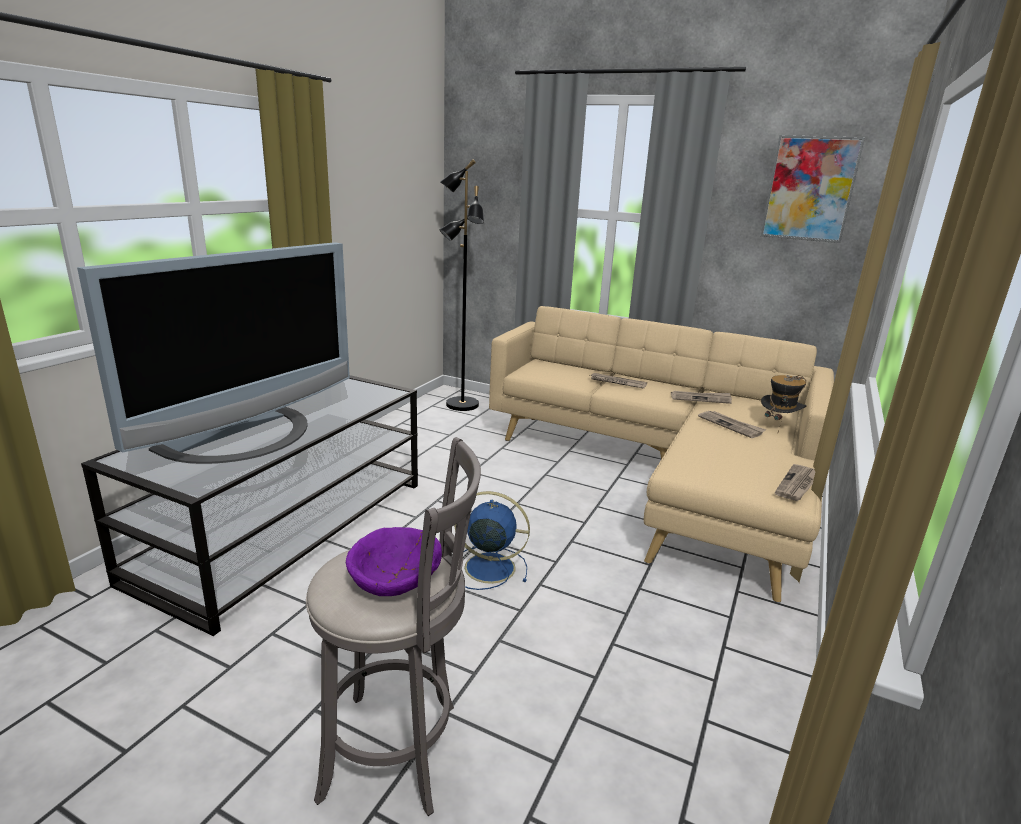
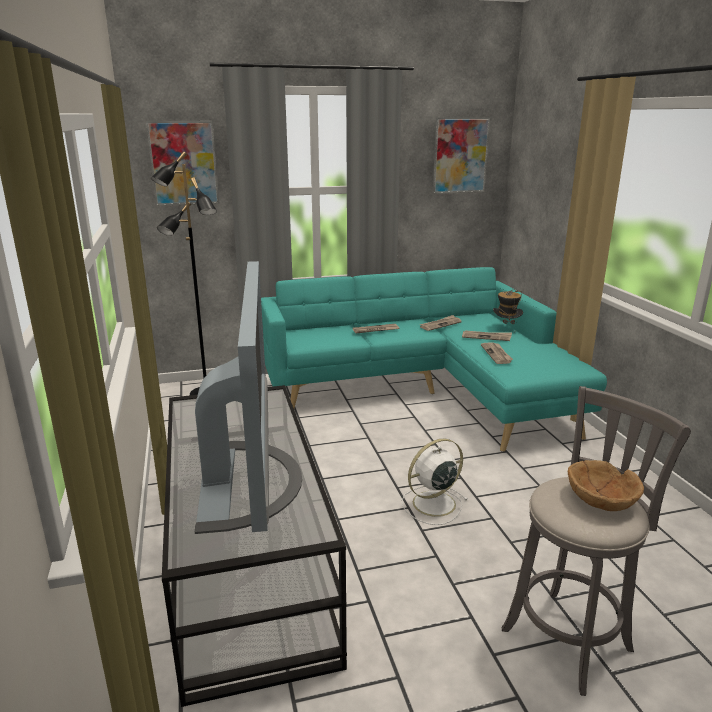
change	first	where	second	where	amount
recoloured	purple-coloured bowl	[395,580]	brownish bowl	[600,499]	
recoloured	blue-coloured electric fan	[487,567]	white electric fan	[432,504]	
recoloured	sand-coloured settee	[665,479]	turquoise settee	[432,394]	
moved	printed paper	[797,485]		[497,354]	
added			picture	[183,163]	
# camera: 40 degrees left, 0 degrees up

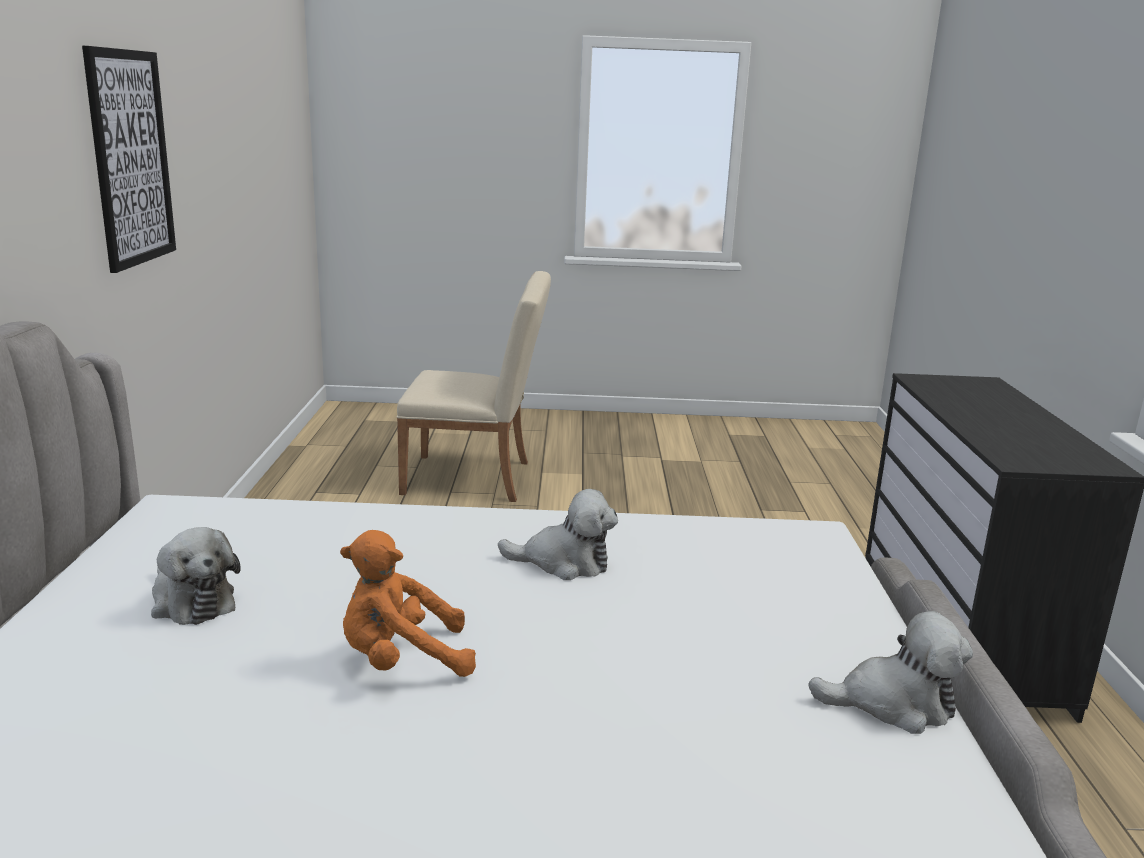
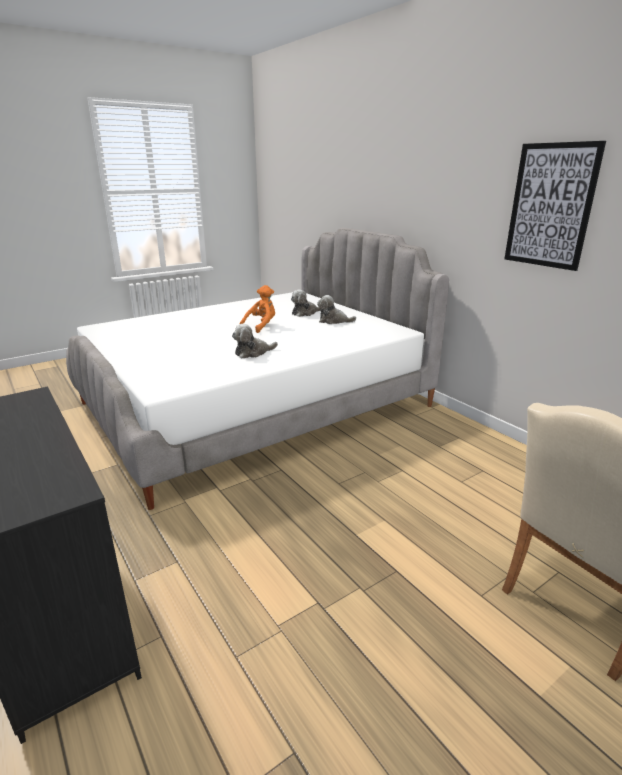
change	first	where	second	where	amount
moved	plush toy	[893,704]		[305,313]	
# camera: 145 degrees right, 5 degrees up

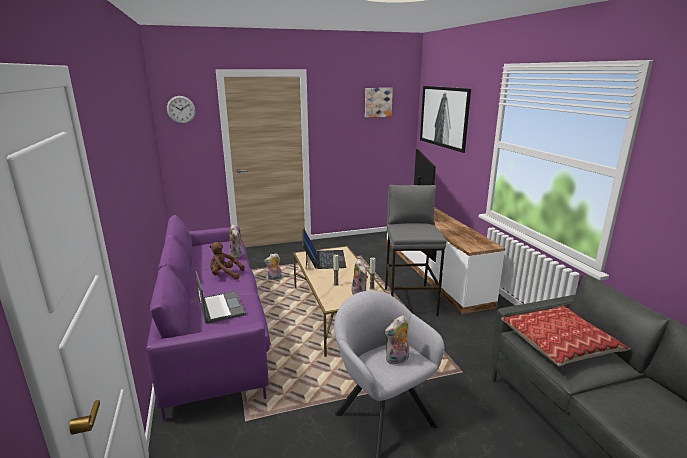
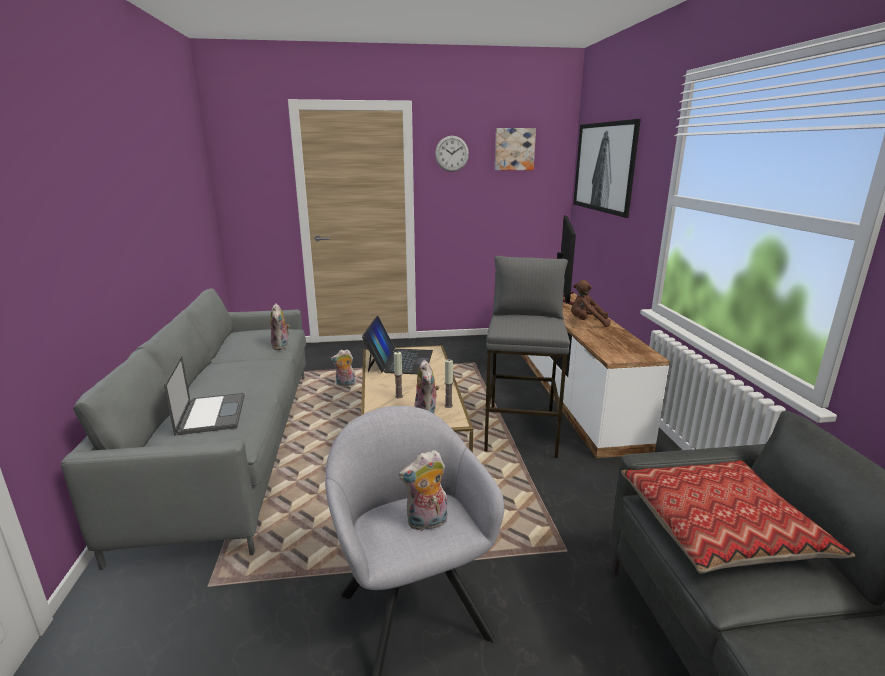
change	first	where	second	where	amount
recoloured	purple-coloured settee	[215,330]	grey settee	[235,446]	
moved	clock on the wall	[181,109]		[451,153]	
moved	brownish plush toy	[225,275]		[587,323]	
# camera: 10 degrees right, 0 degrees up

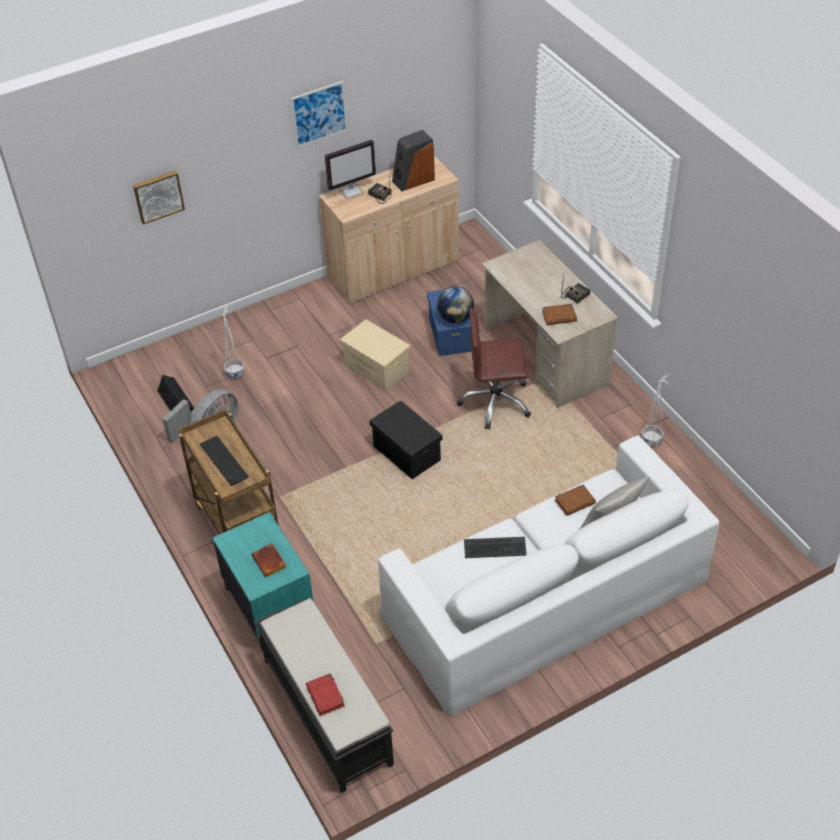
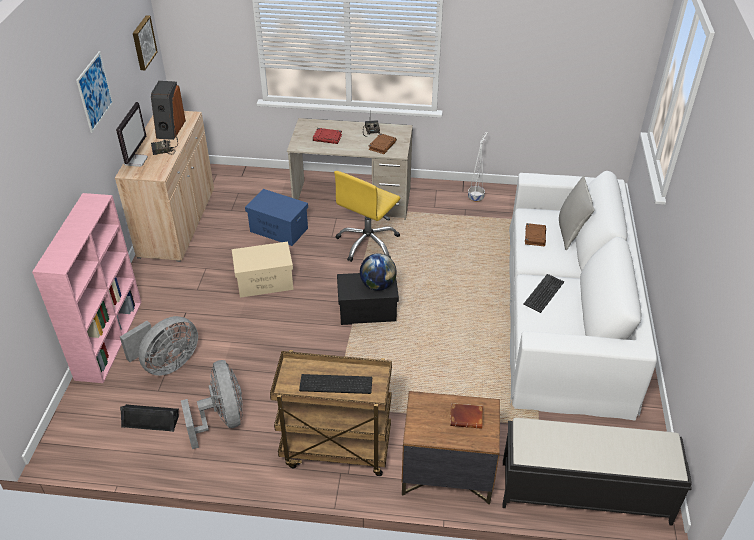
change	first	where	second	where	amount
moved	picture	[158,196]		[143,42]	
recoloured	turquoise night table	[269,607]	brownish night table	[446,474]	
replaced	white plant pot	[235,373]	grey electric fan	[167,364]	
moved	reddish bound book	[326,696]		[327,138]	
moved	globe	[455,318]		[378,285]	
recoloured	brownish office chair	[495,402]	yellowish office chair	[368,243]	
added			pink-coloured bookcase	[109,338]	
# camera: 55 degrees left, 5 degrees down

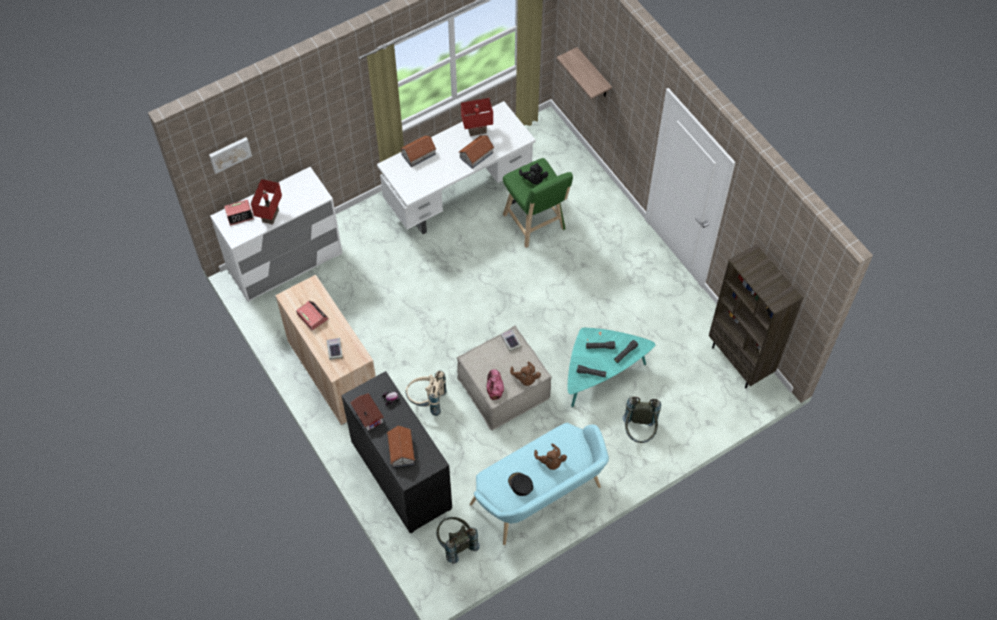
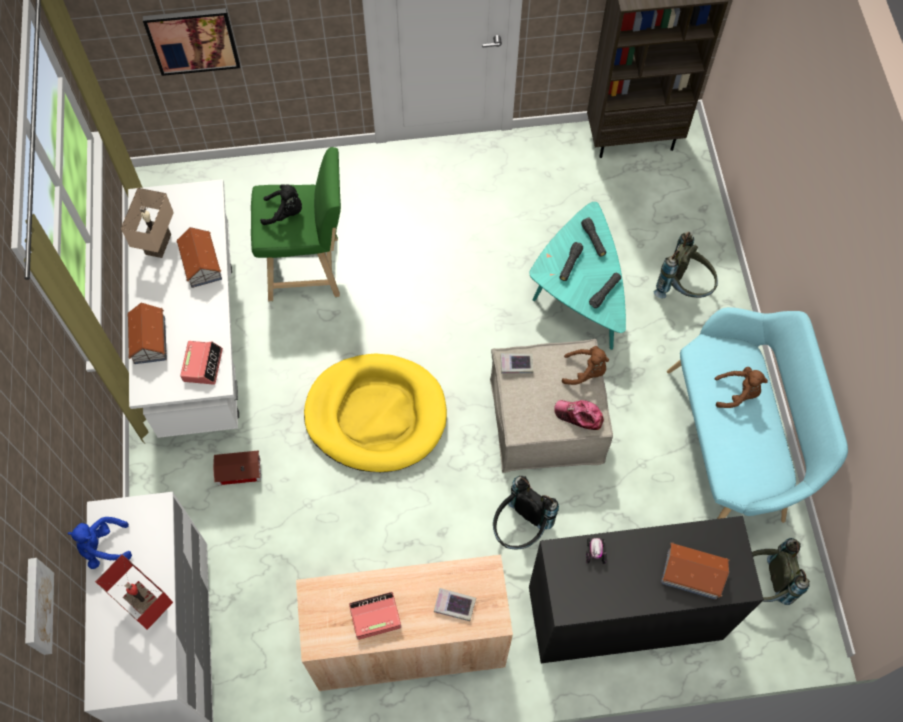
change	first	where	second	where	amount
moved	bedside clock	[239,214]		[202,365]	
moved	miniature house	[368,413]		[237,470]	
recoloured	sand-coloured knapsack	[426,401]	black knapsack	[520,529]	
recoloured	reddish table lamp	[477,131]	sand-coloured table lamp	[159,245]	
removed	black peaked cap	[520,485]			
replaced	bracket shelf	[593,74]	picture	[192,40]	
added			blue-coloured plush toy	[104,547]	
added			yellowish dog bed	[376,415]	
# camera: 65 degrees left, 5 degrees up

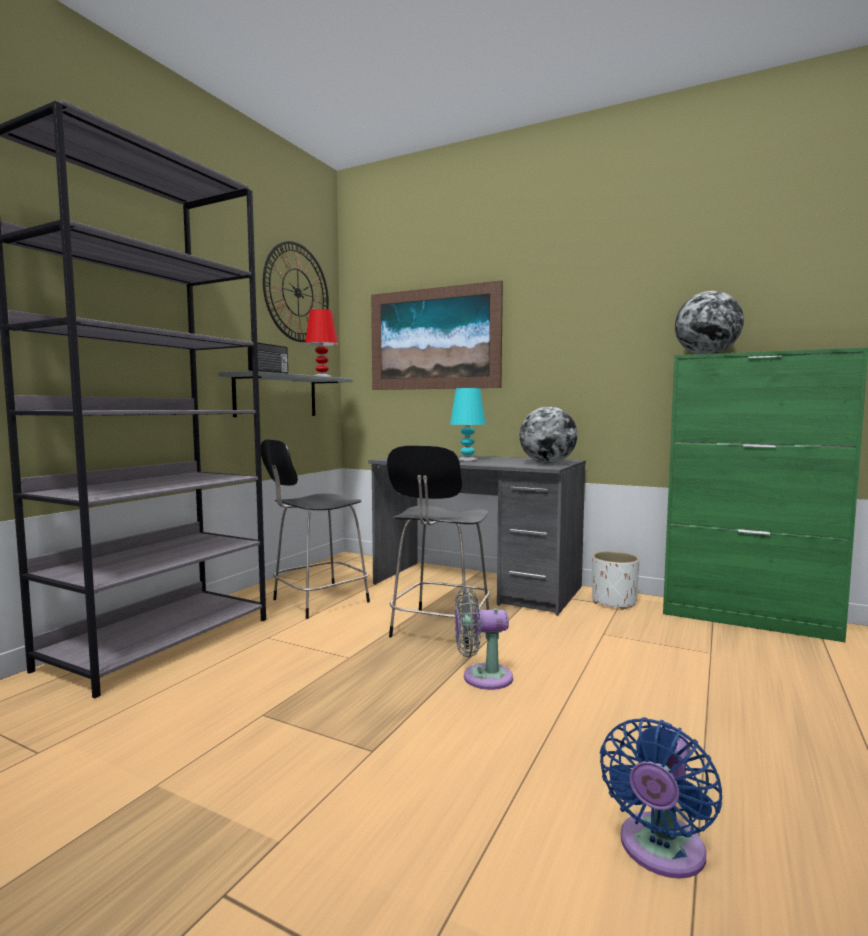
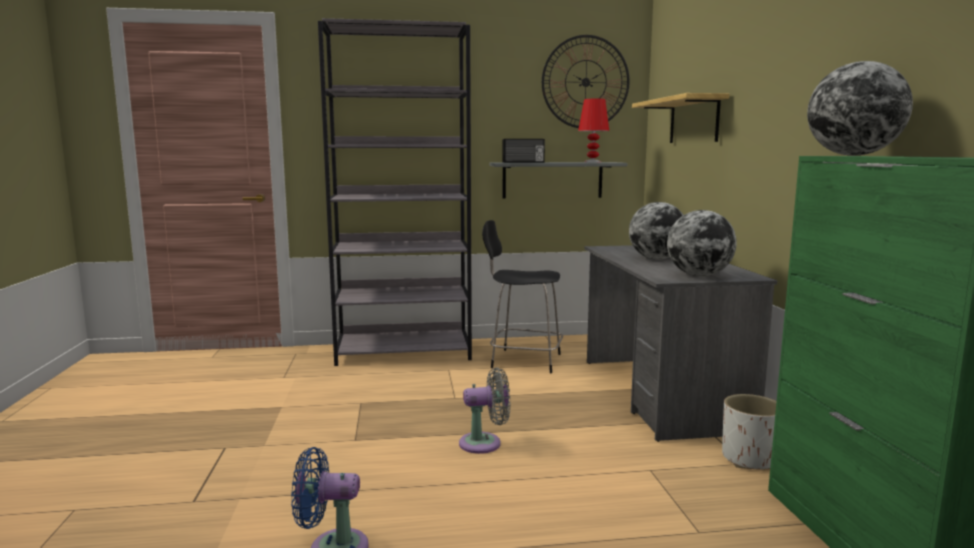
change	first	where	second	where	amount
replaced	picture	[434,339]	bracket shelf	[694,120]	
removed	black chair	[440,629]			
replaced	turquoise table lamp	[467,460]	globe	[656,259]	
turned	grey electric fan	[482,677]		[485,443]	120 degrees clockwise
# camera: 55 degrees right, 5 degrees up

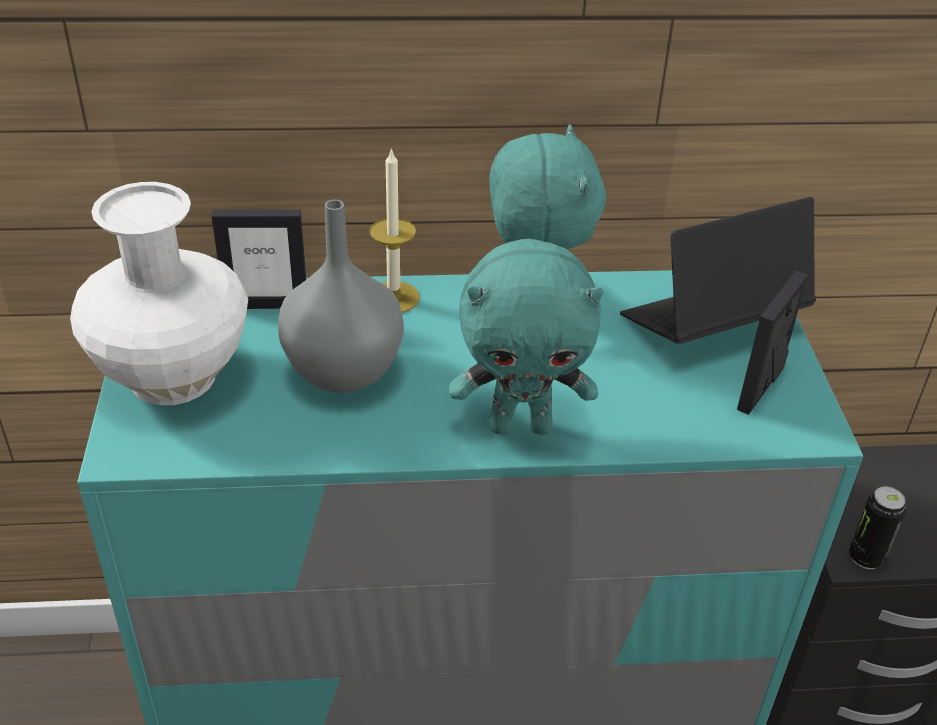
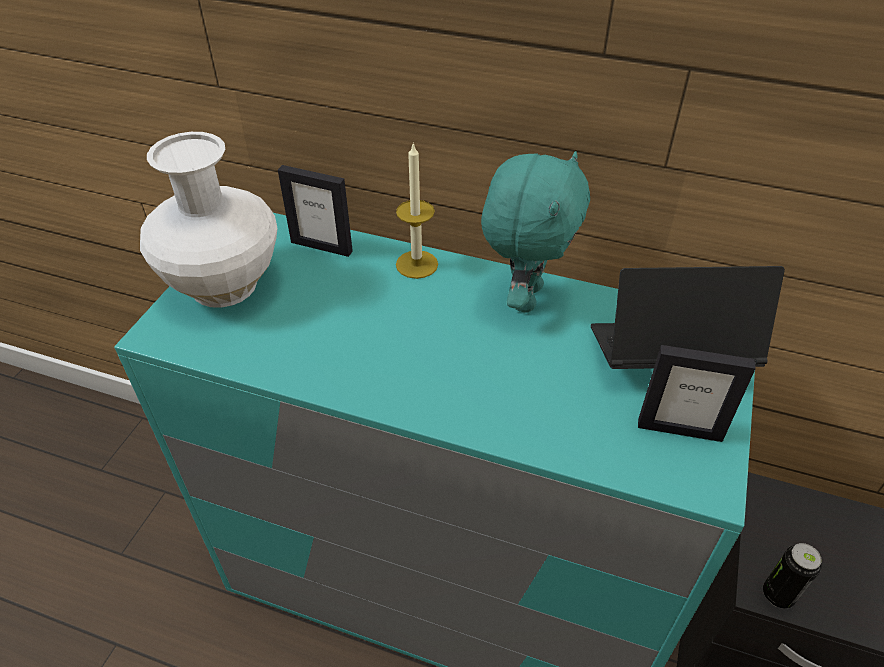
change	first	where	second	where	amount
removed	grey decorative vase	[342,370]			
removed	turquoise plush toy	[521,425]			
turned	standing frame	[761,388]		[679,429]	135 degrees counterclockwise
# camera: 25 degrees right, 5 degrees up

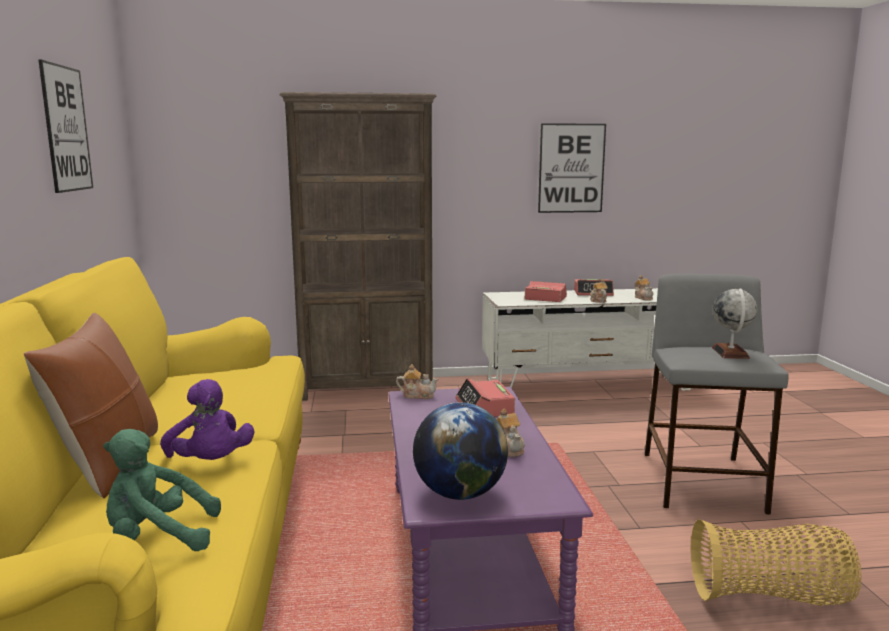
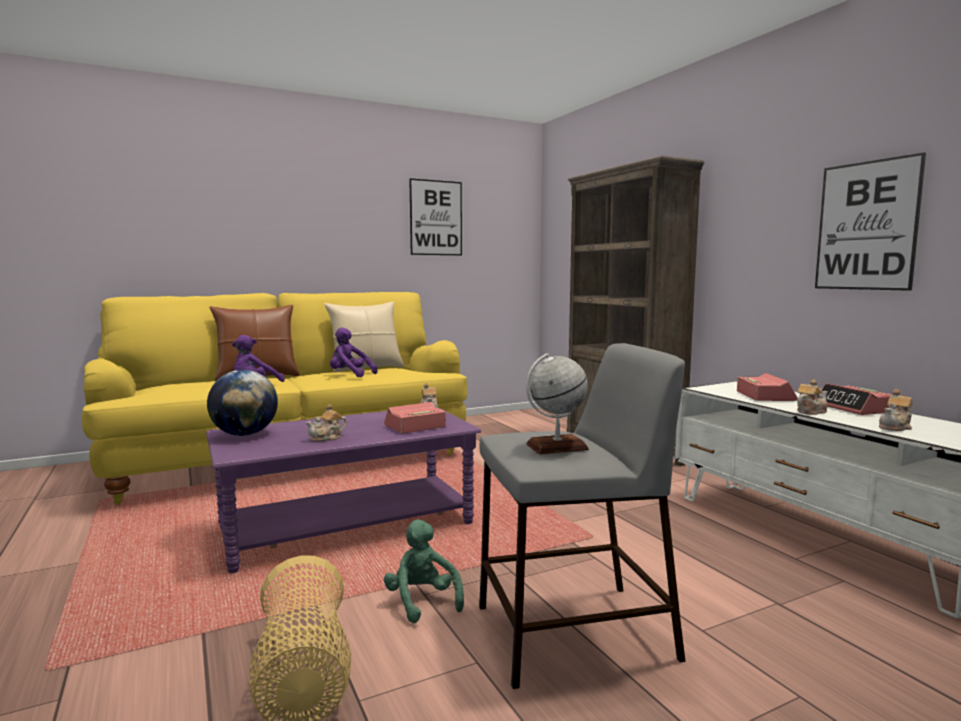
change	first	where	second	where	amount
moved	green-coloured plush toy	[158,538]		[422,601]	
added			sand-coloured throw pillow	[366,368]	
added			purple-coloured plush toy	[350,375]	
# camera: 70 degrees right, 5 degrees down

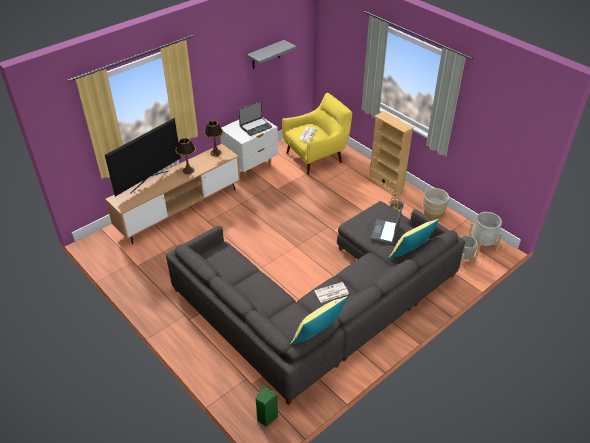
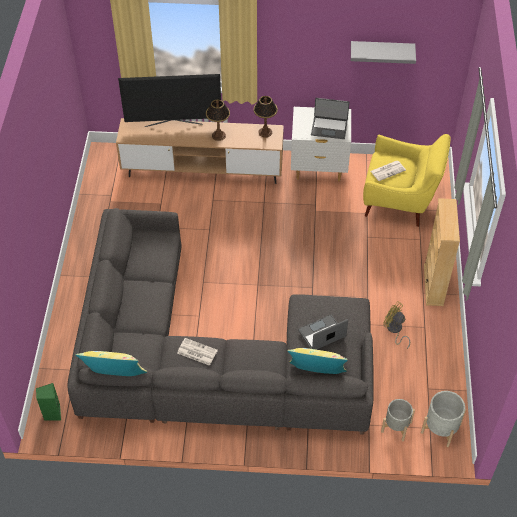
change	first	where	second	where	amount
removed	sand-coloured plant pot	[433,213]			
# camera: 45 degrees right, 10 degrees up

